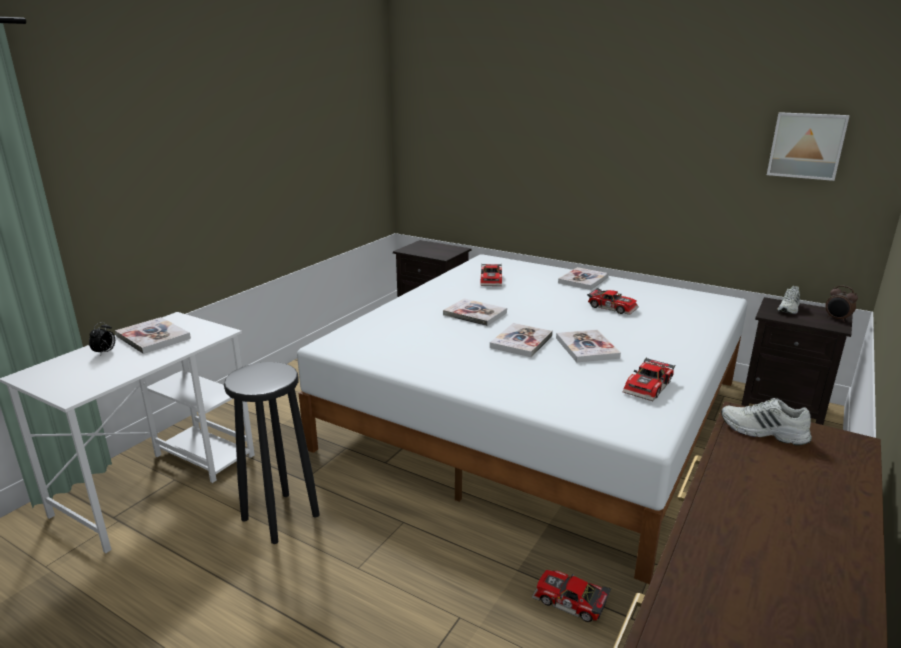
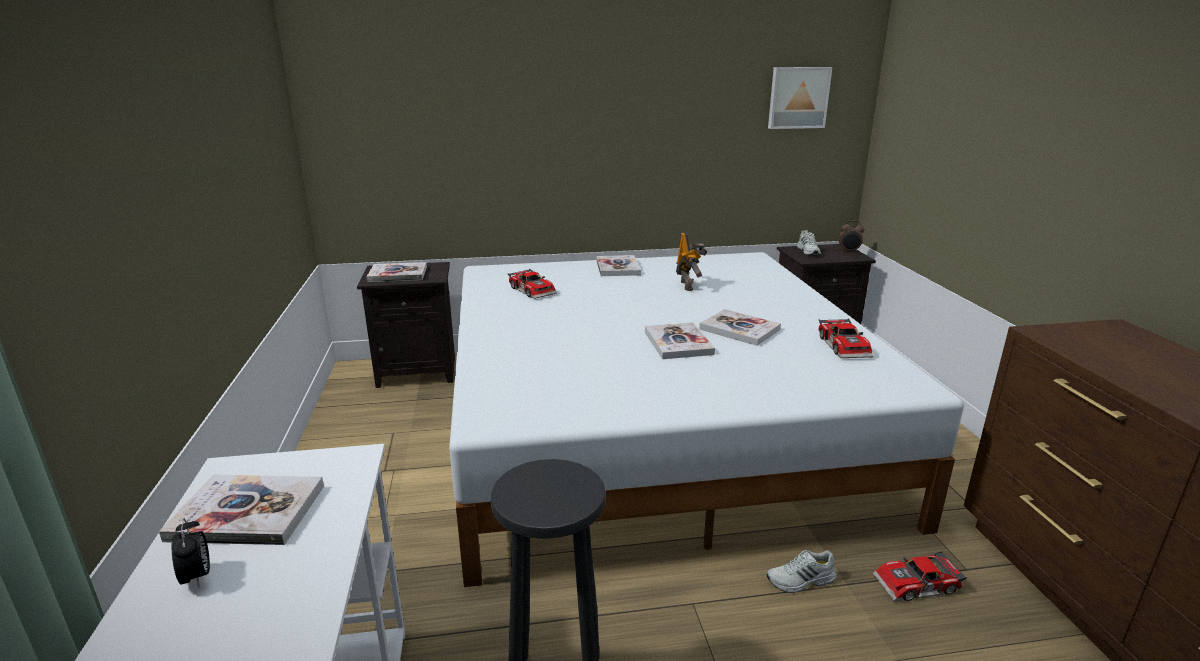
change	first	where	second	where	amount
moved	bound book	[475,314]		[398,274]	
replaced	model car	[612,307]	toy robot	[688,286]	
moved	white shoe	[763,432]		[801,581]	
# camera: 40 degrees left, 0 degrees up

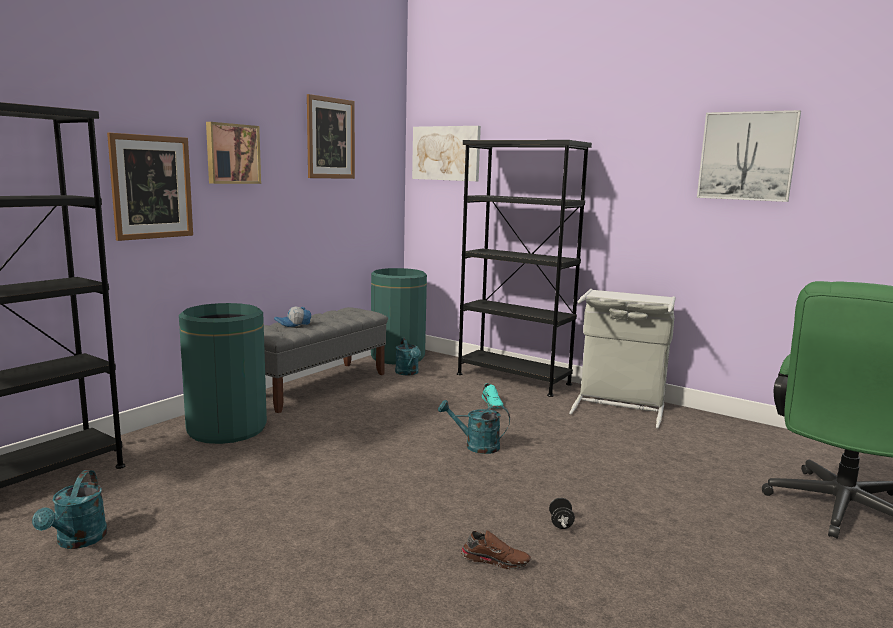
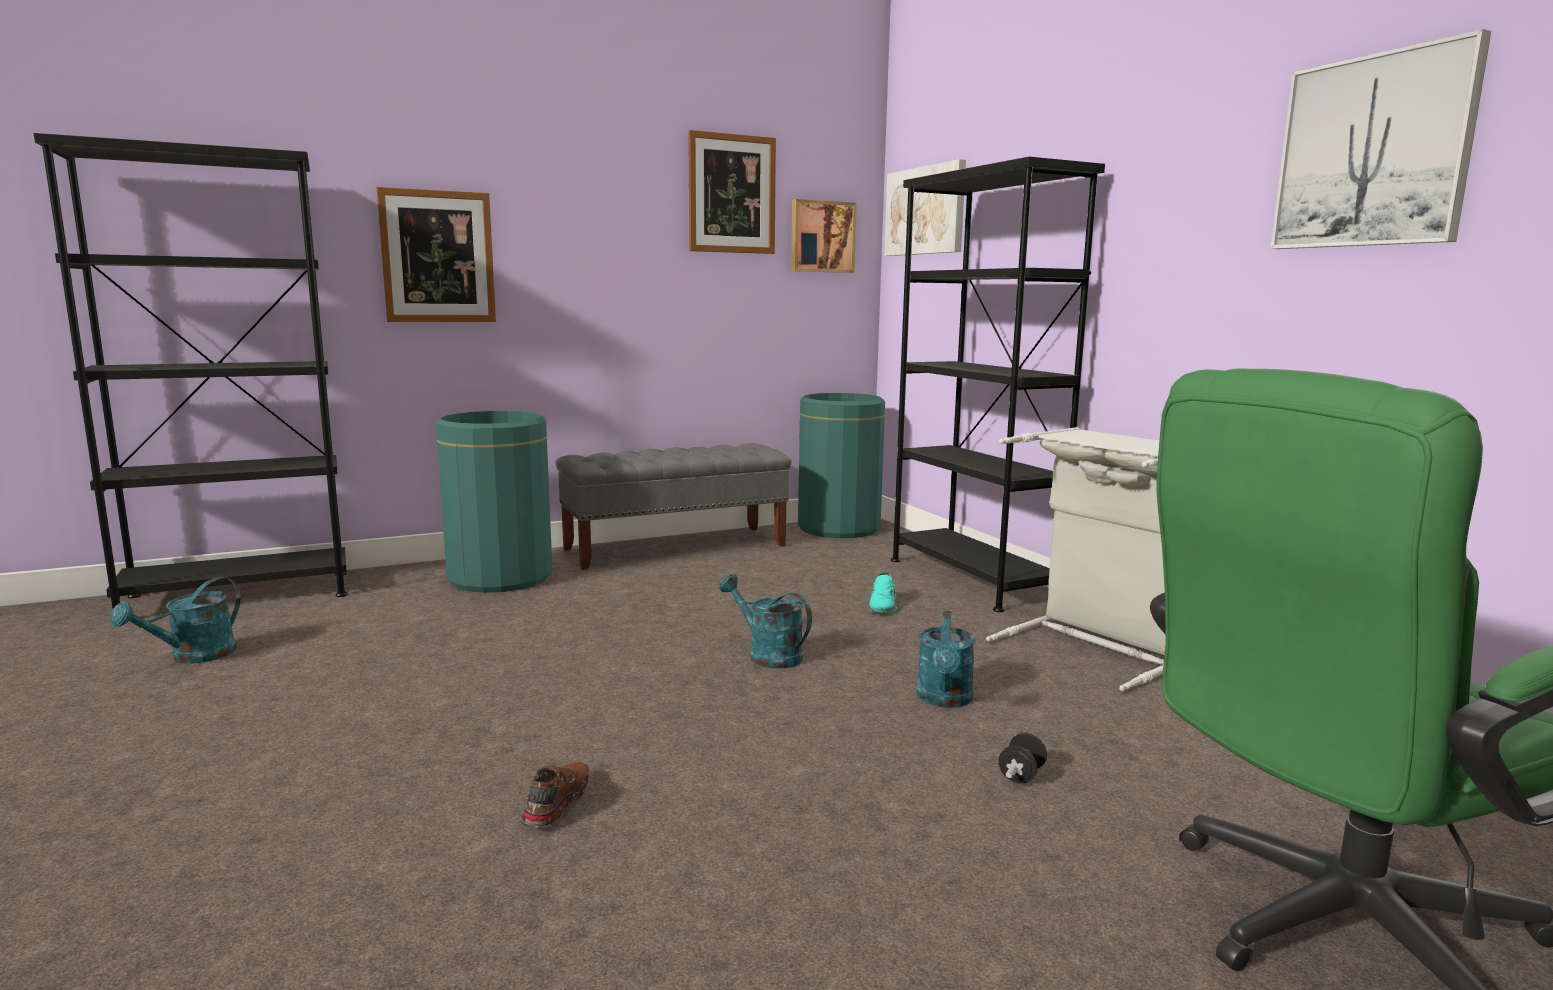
change	first	where	second	where	amount
moved	picture	[232,154]		[821,237]	
removed	peaked cap	[293,324]			
moved	turquoise watering pot	[408,373]		[944,700]	
turned	brownish shoe	[495,560]		[555,803]	120 degrees counterclockwise
moved	black free weight	[561,523]		[1021,775]	
# camera: 30 degrees right, 0 degrees up

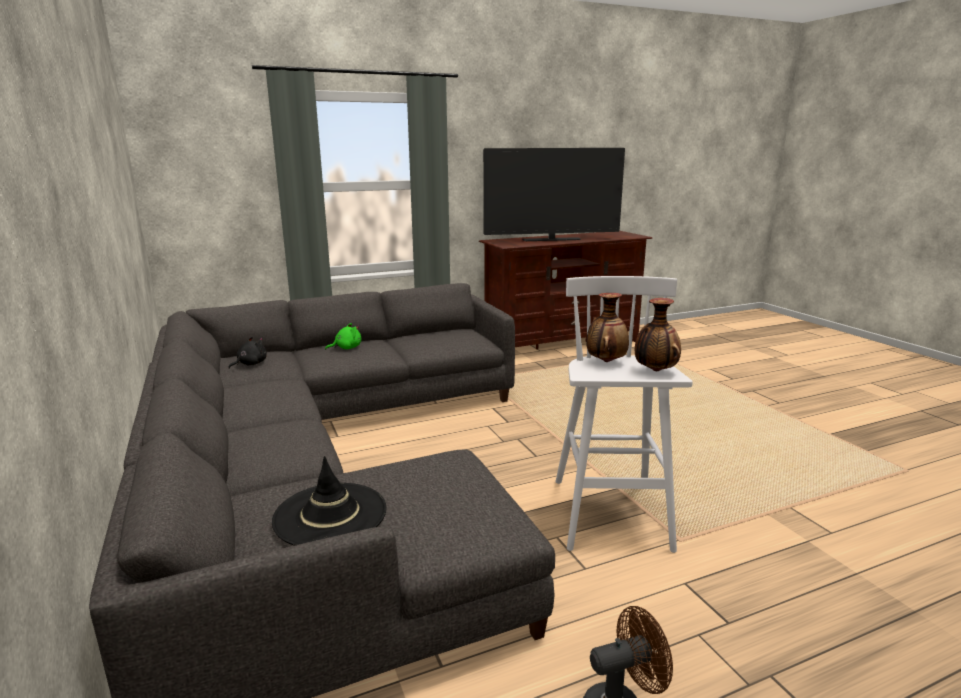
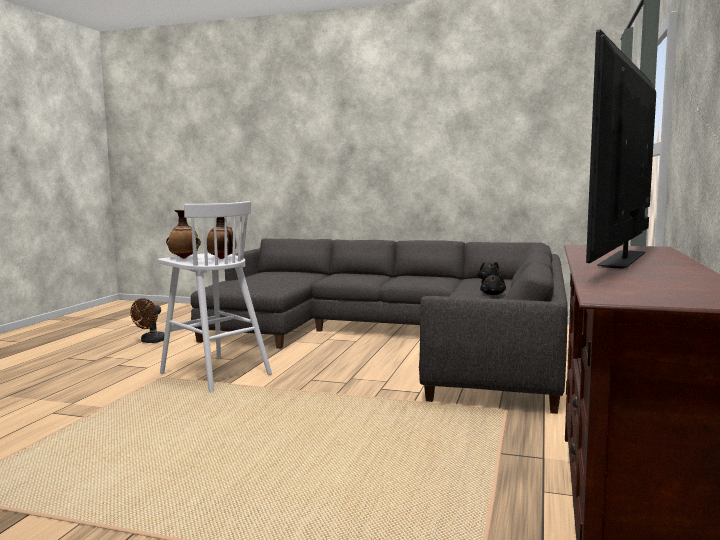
change	first	where	second	where	amount
removed	black hat	[330,515]			
recoloured	green-coloured plush toy	[346,348]	black plush toy	[493,294]	
# camera: 130 degrees right, 10 degrees down

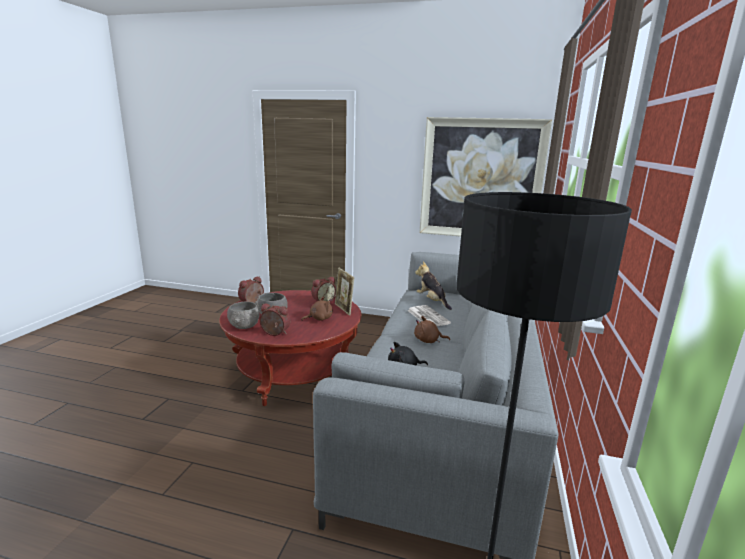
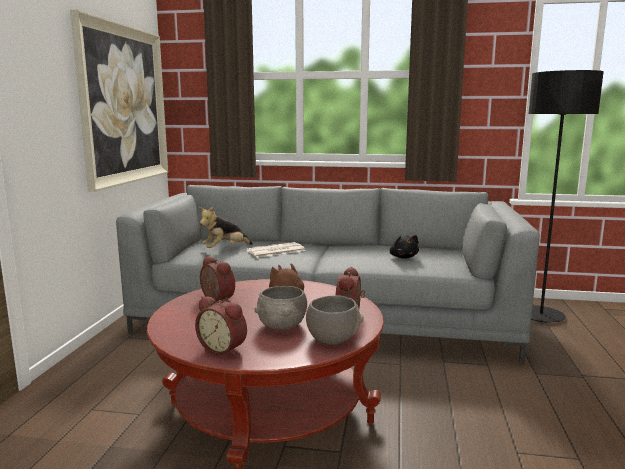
change	first	where	second	where	amount
removed	standing frame	[343,309]			
removed	brownish plush toy	[428,341]			
# camera: 95 degrees left, 5 degrees down

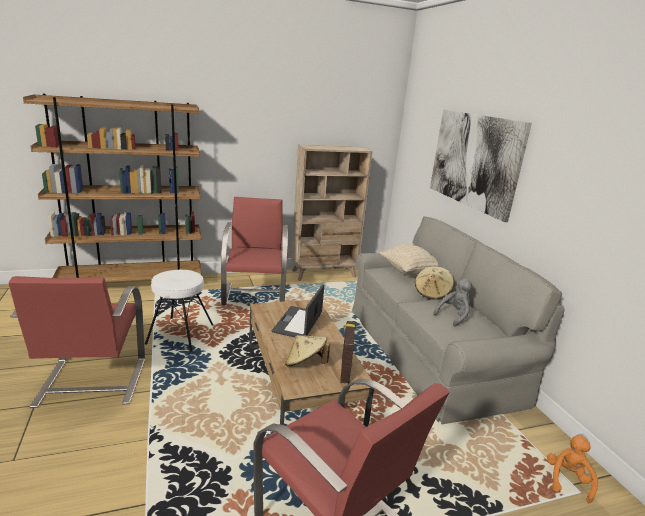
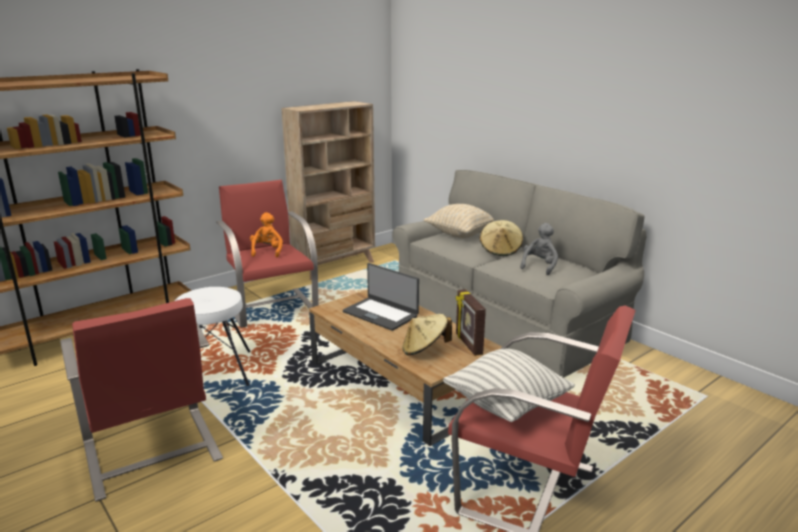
change	first	where	second	where	amount
turned	portable computer	[298,323]		[381,314]	45 degrees counterclockwise
removed	picture	[474,160]			
moved	orange-coloured plush toy	[567,480]		[267,251]	
added			throw pillow	[506,405]	
# camera: 20 degrees left, 0 degrees up

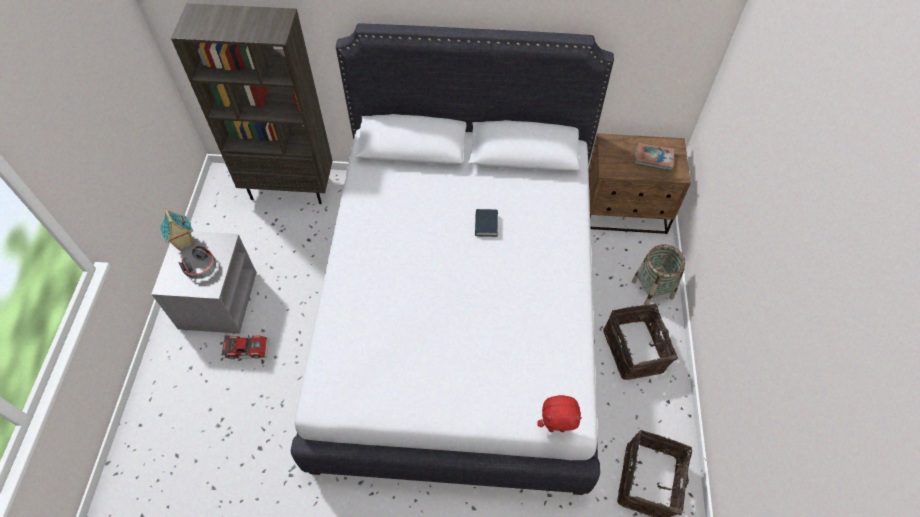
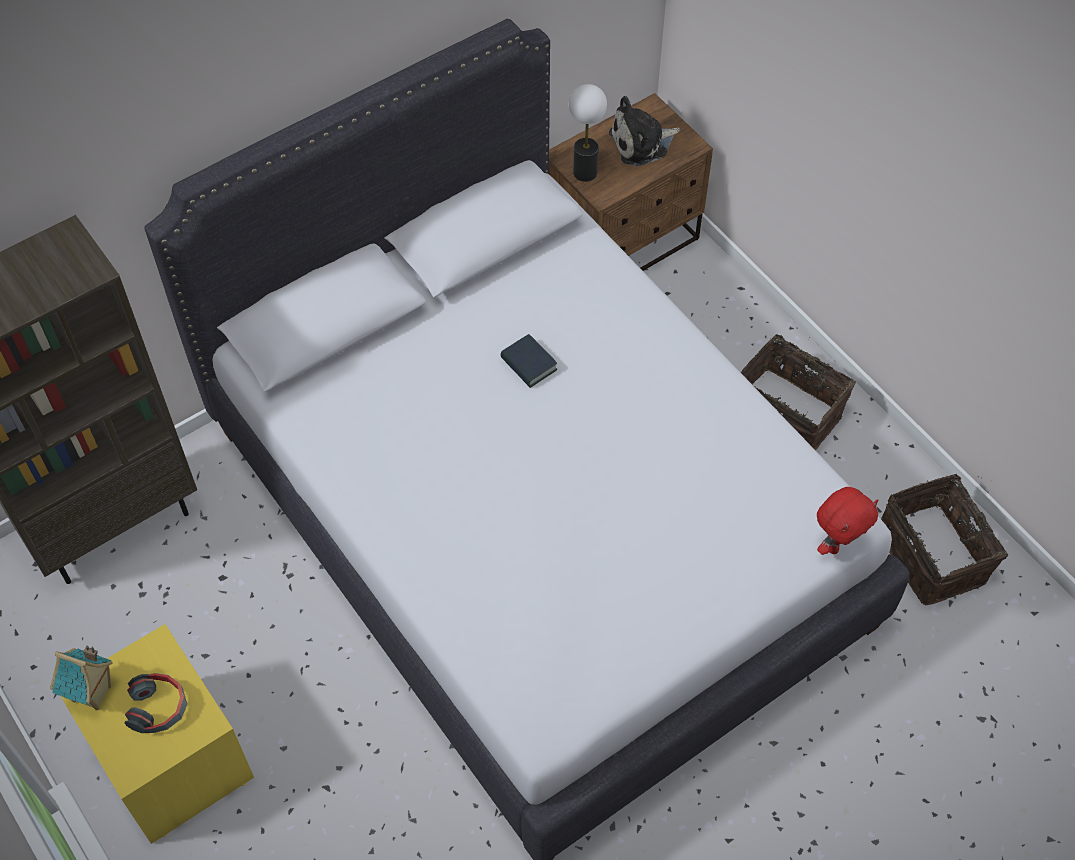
change	first	where	second	where	amount
recoloured	grey night table	[217,300]	yellowish night table	[169,759]	
removed	model car	[247,348]			
removed	basket	[652,289]			
replaced	bound book	[653,158]	plush toy	[642,143]	
added			table lamp	[585,172]	
# camera: 40 degrees left, 0 degrees up

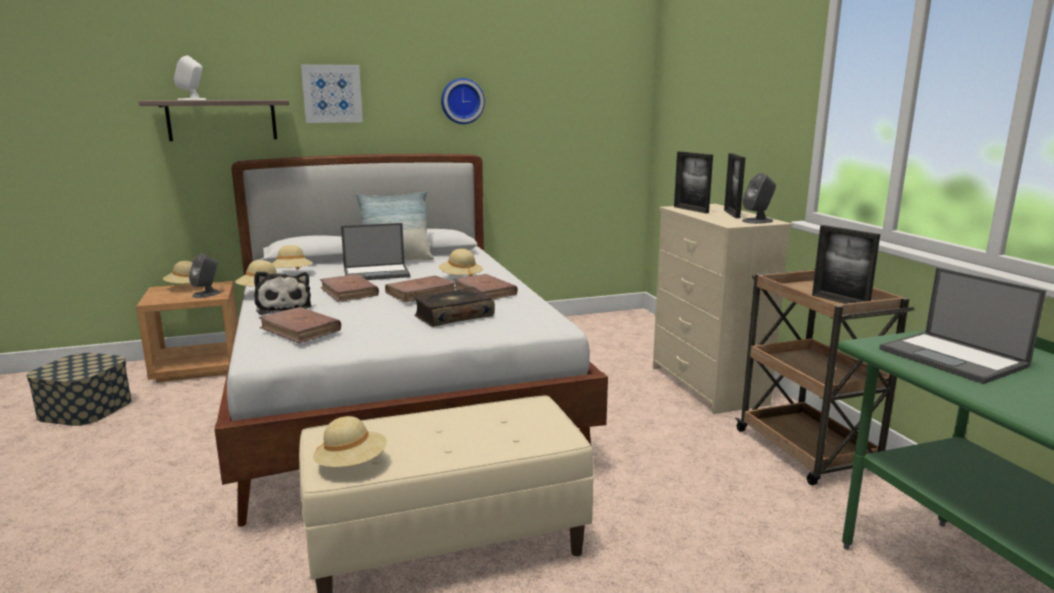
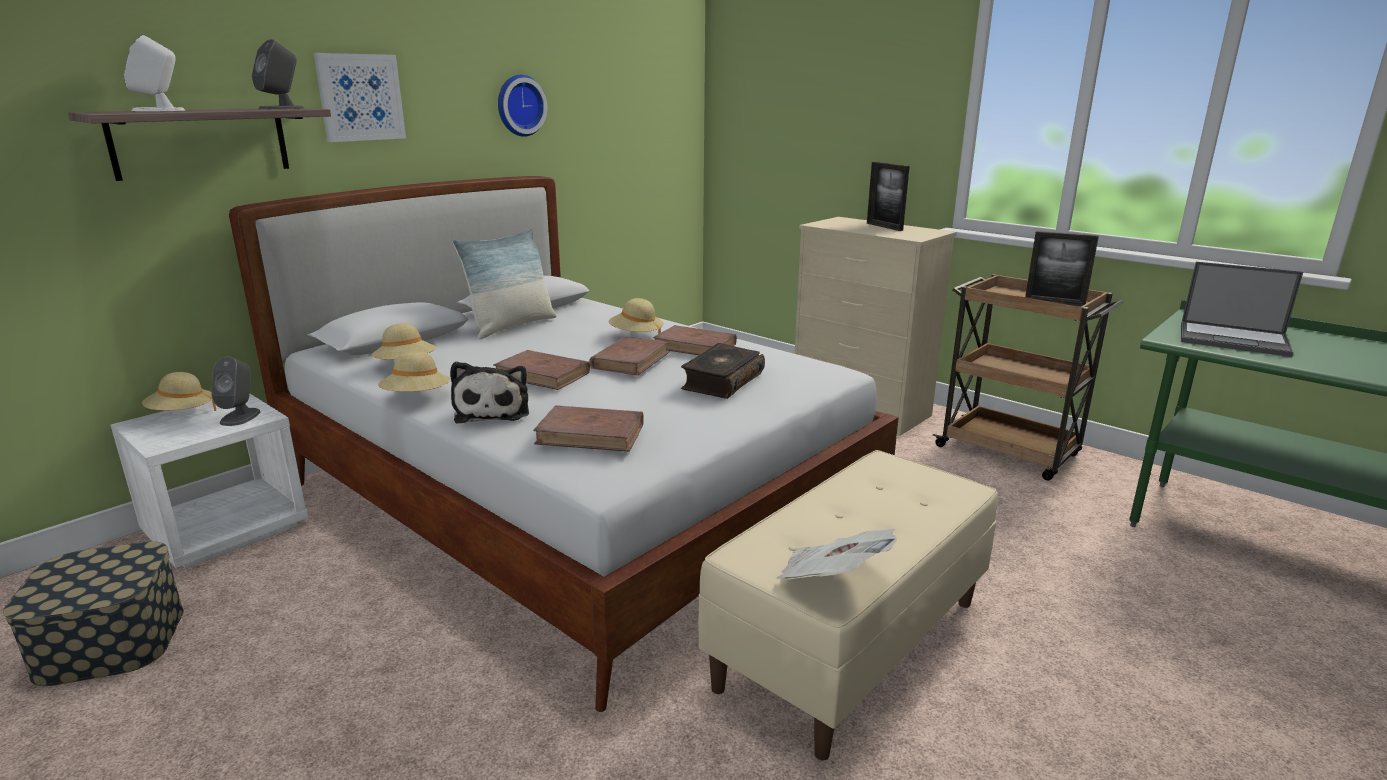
change	first	where	second	where	amount
recoloured	brownish night table	[198,367]	white night table	[227,529]	
turned	plush toy	[283,307]		[493,411]	45 degrees clockwise
replaced	sand-coloured hat	[351,465]	printed paper	[832,580]	
removed	portable computer	[377,273]			
removed	standing frame	[691,210]			
moved	grey audio speaker	[757,221]		[282,108]	
# camera: 30 degrees left, 5 degrees up

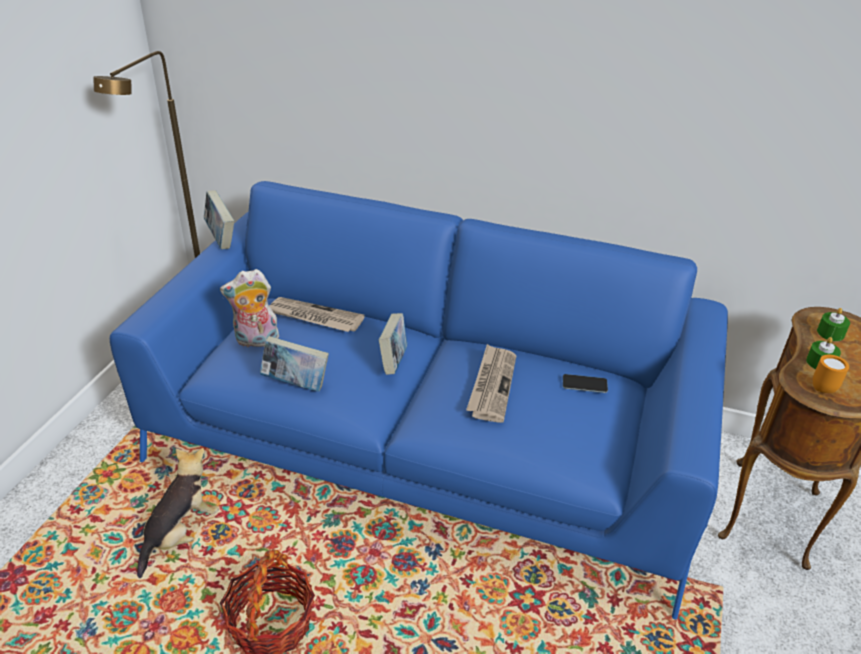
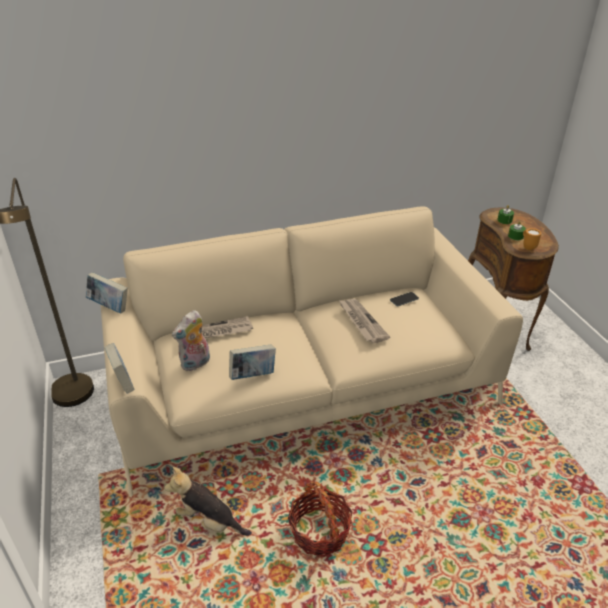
change	first	where	second	where	amount
recoloured	blue-coloured settee	[427,447]	sand-coloured settee	[304,387]	
turned	plush toy	[180,534]		[209,521]	60 degrees counterclockwise
moved	bound book	[393,362]		[123,382]	
# camera: 35 degrees left, 0 degrees up

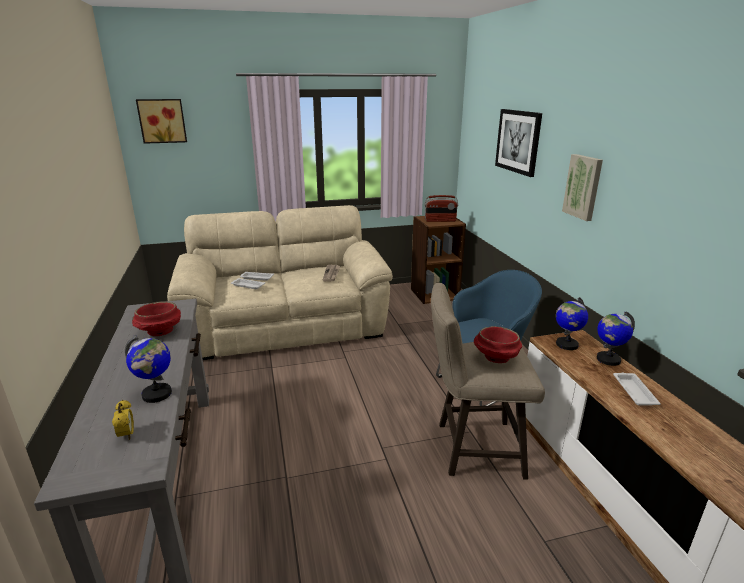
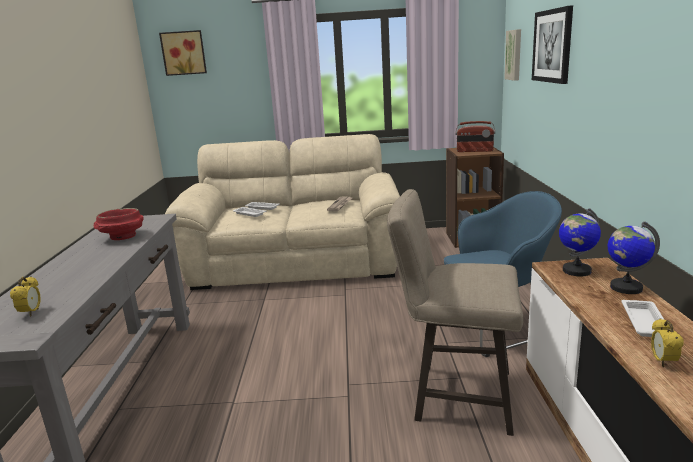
change	first	where	second	where	amount
removed	globe	[157,394]			
removed	reddish bowl	[496,358]			
moved	picture	[583,187]		[514,55]	
added			bedside clock	[663,362]	
# camera: 15 degrees right, 5 degrees down

